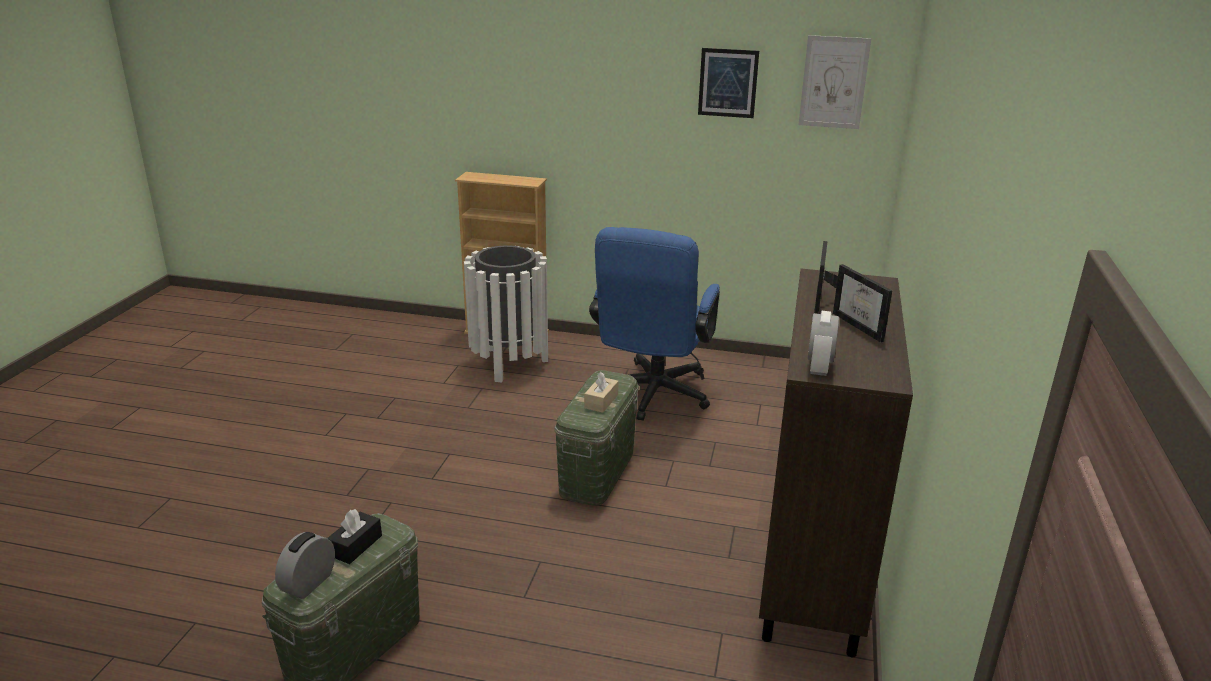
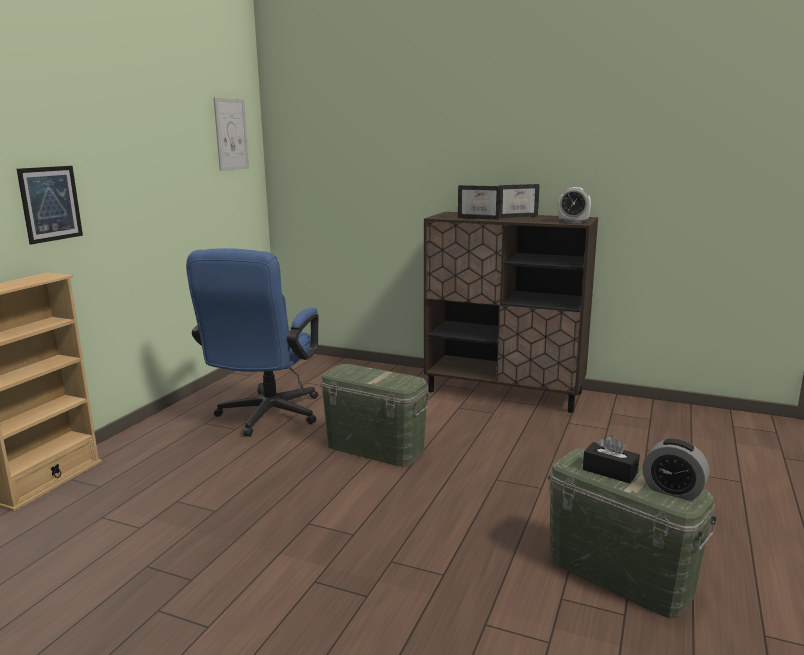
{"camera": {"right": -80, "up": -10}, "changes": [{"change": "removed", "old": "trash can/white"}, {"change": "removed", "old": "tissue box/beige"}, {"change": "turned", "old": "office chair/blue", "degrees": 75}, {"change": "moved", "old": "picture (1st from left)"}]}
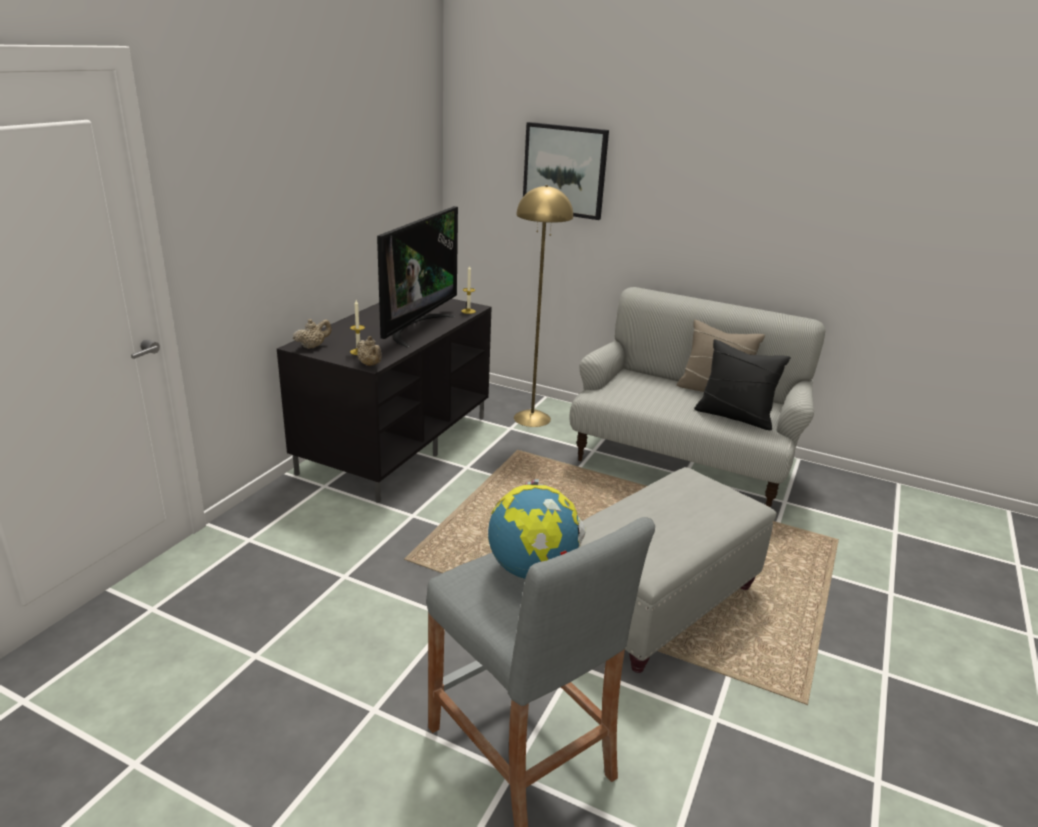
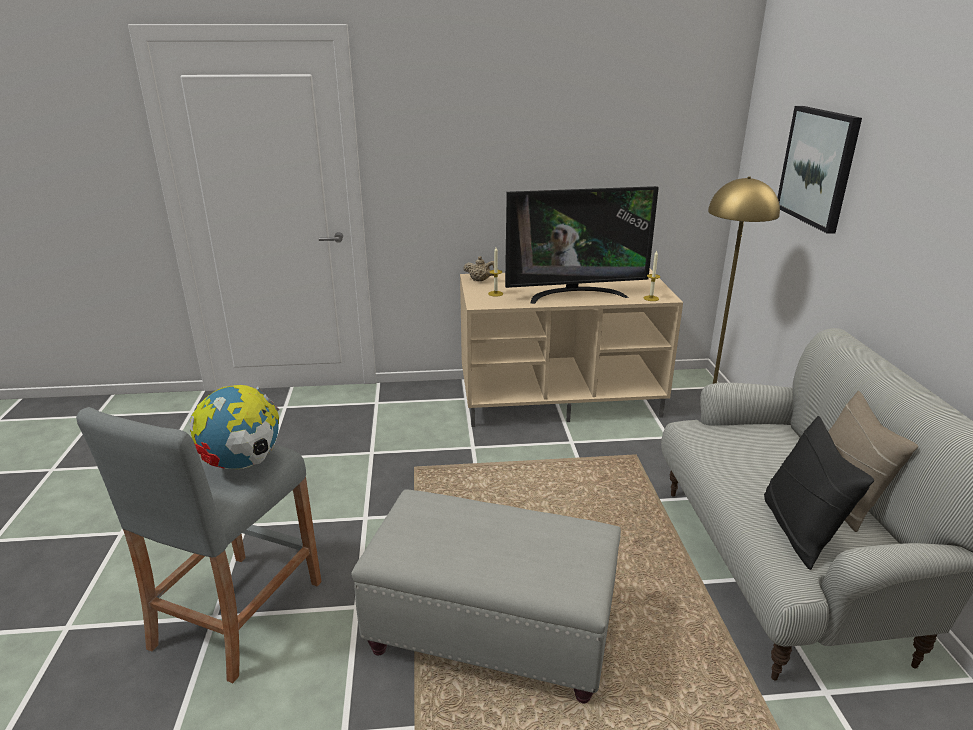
{"camera": {"right": 60, "up": 0}, "changes": [{"change": "recoloured", "old": "tv stand/black", "new": "tv stand/beige"}, {"change": "removed", "old": "teapot/beige (2nd from left)"}]}
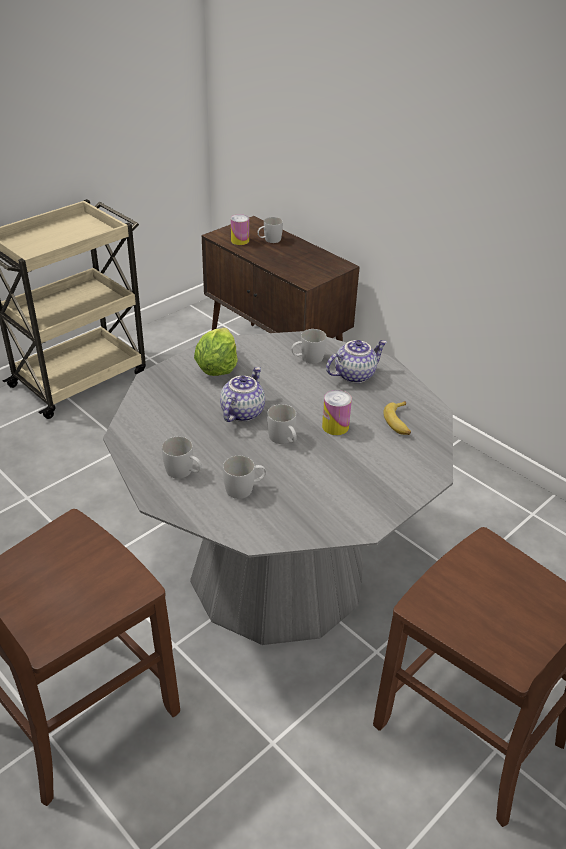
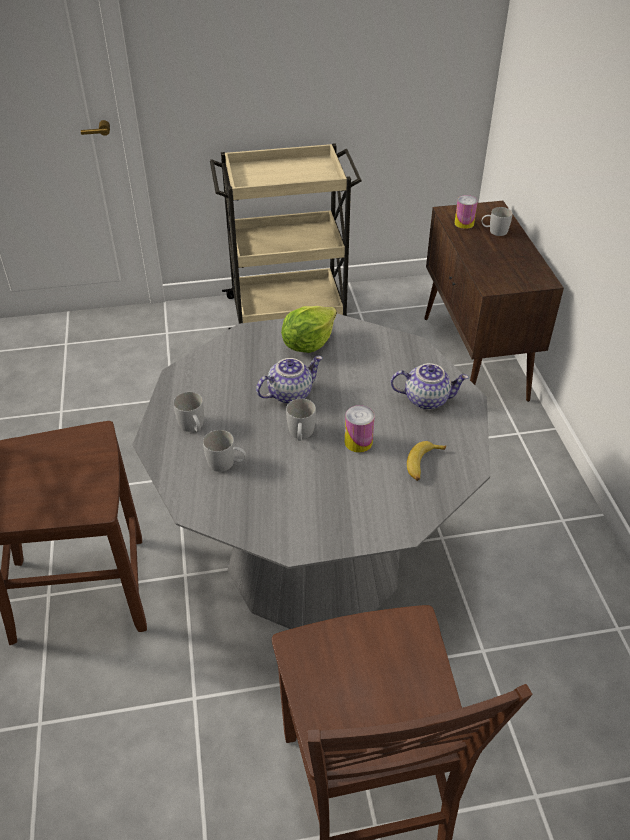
{"camera": {"right": 35, "up": 5}, "changes": [{"change": "removed", "old": "mug/white (5th from left)"}]}
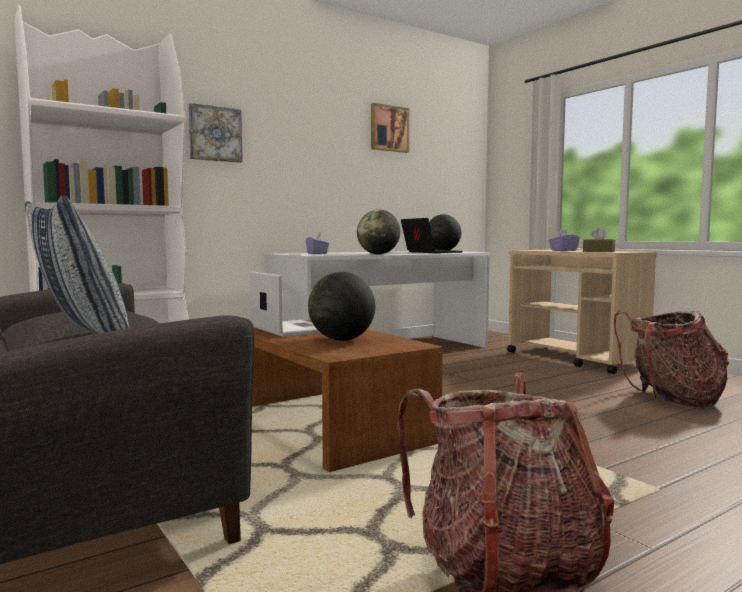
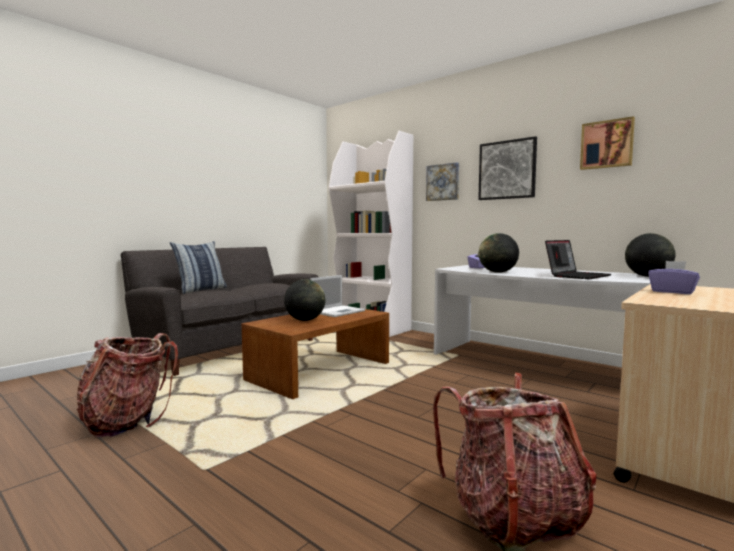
{"camera": {"right": 75, "up": 0}, "changes": [{"change": "removed", "old": "tissue box/brown"}, {"change": "added", "new": "picture (2nd from left)"}]}
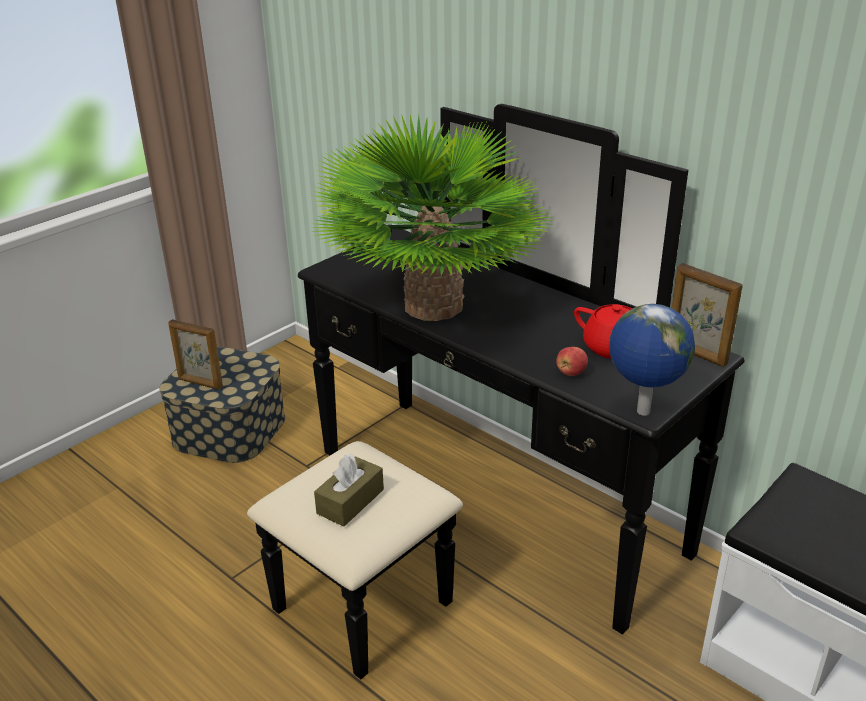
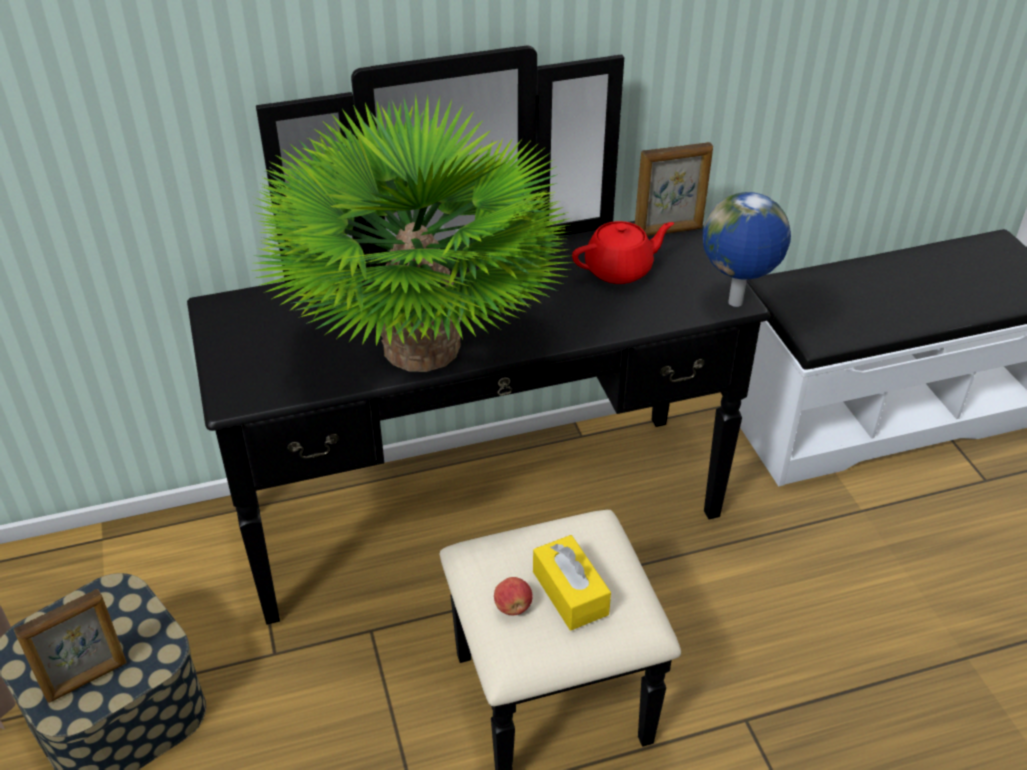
{"camera": {"right": -60, "up": 10}, "changes": [{"change": "recoloured", "old": "tissue box/brown", "new": "tissue box/yellow"}, {"change": "moved", "old": "apple"}]}
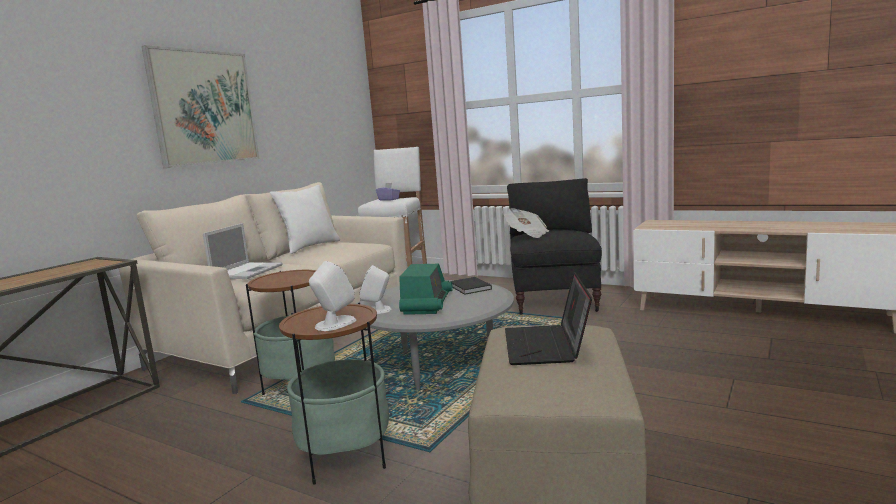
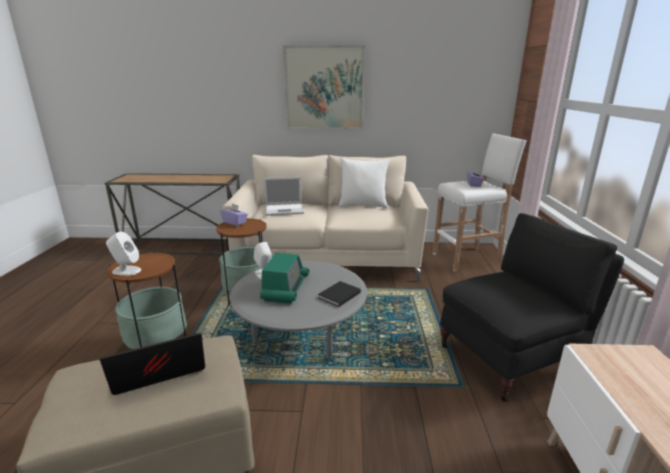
{"camera": {"right": 60, "up": 10}, "changes": [{"change": "turned", "old": "radio", "degrees": -60}, {"change": "removed", "old": "newspaper"}, {"change": "added", "new": "tissue box/purple (1st from left)"}]}
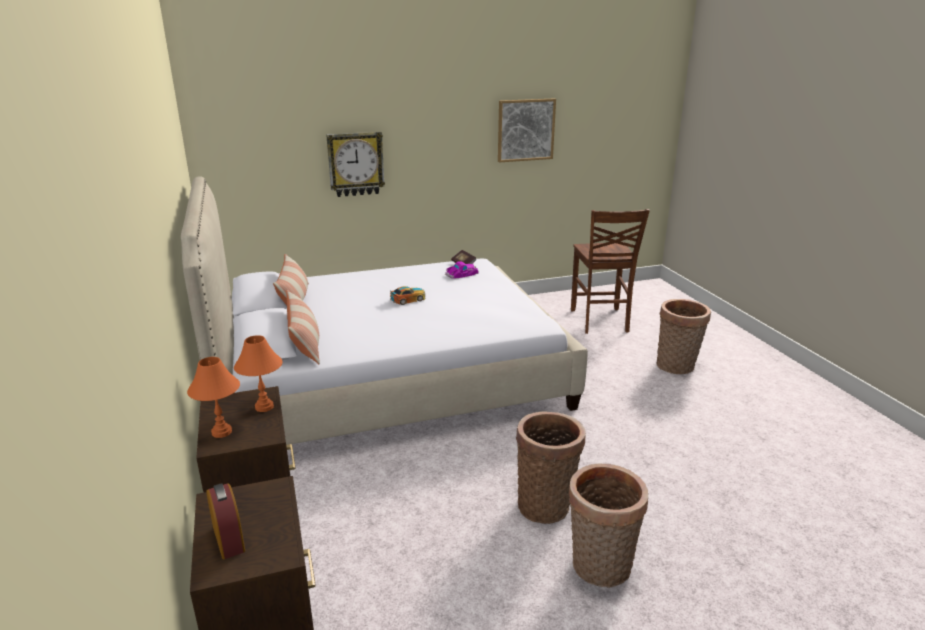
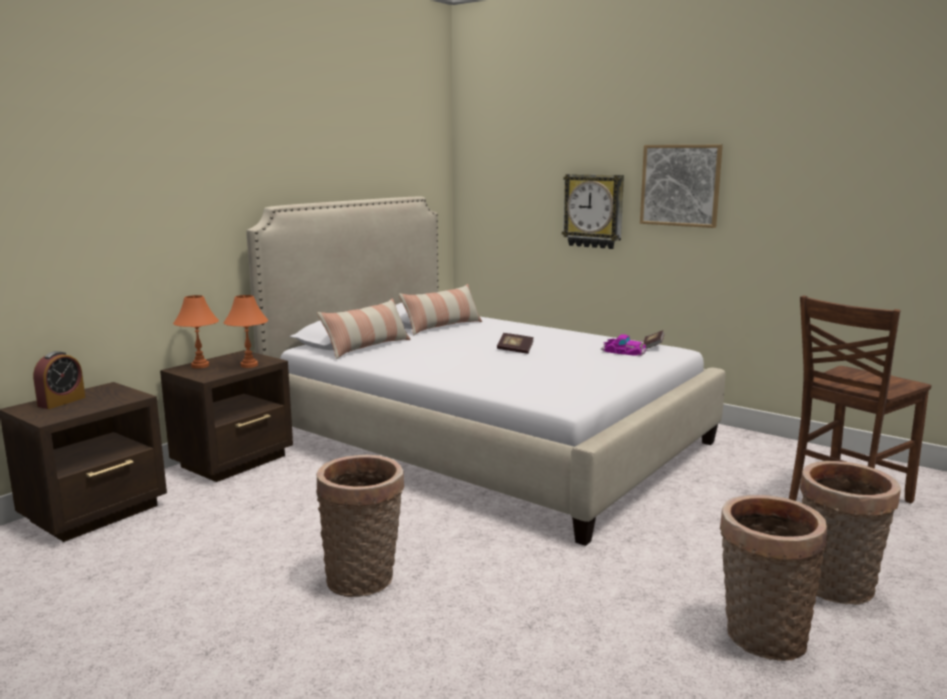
{"camera": {"right": 55, "up": -10}, "changes": [{"change": "replaced", "old": "toy car (1st from left)", "new": "book (1st from left)"}, {"change": "moved", "old": "picture"}, {"change": "moved", "old": "basket (2nd from left)"}]}
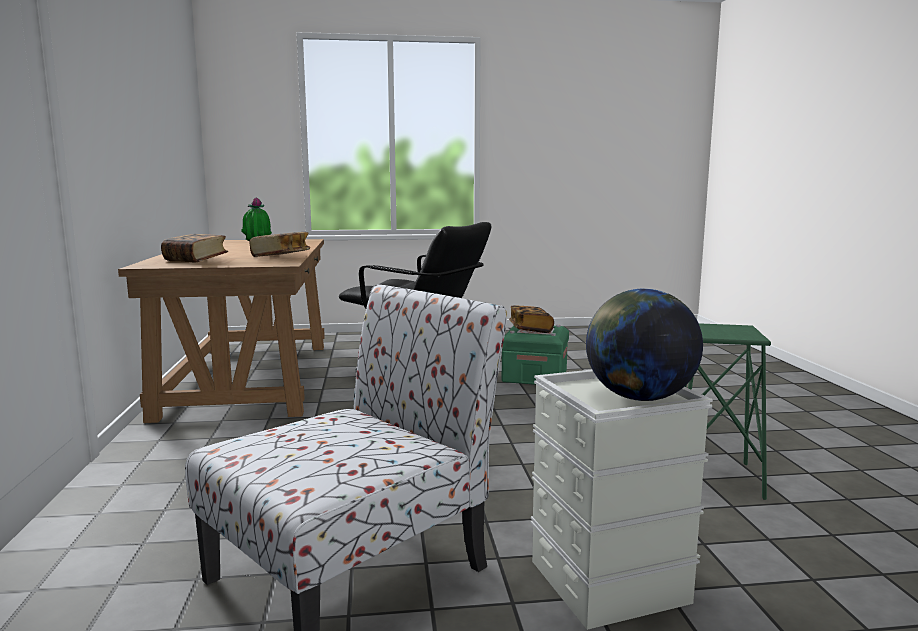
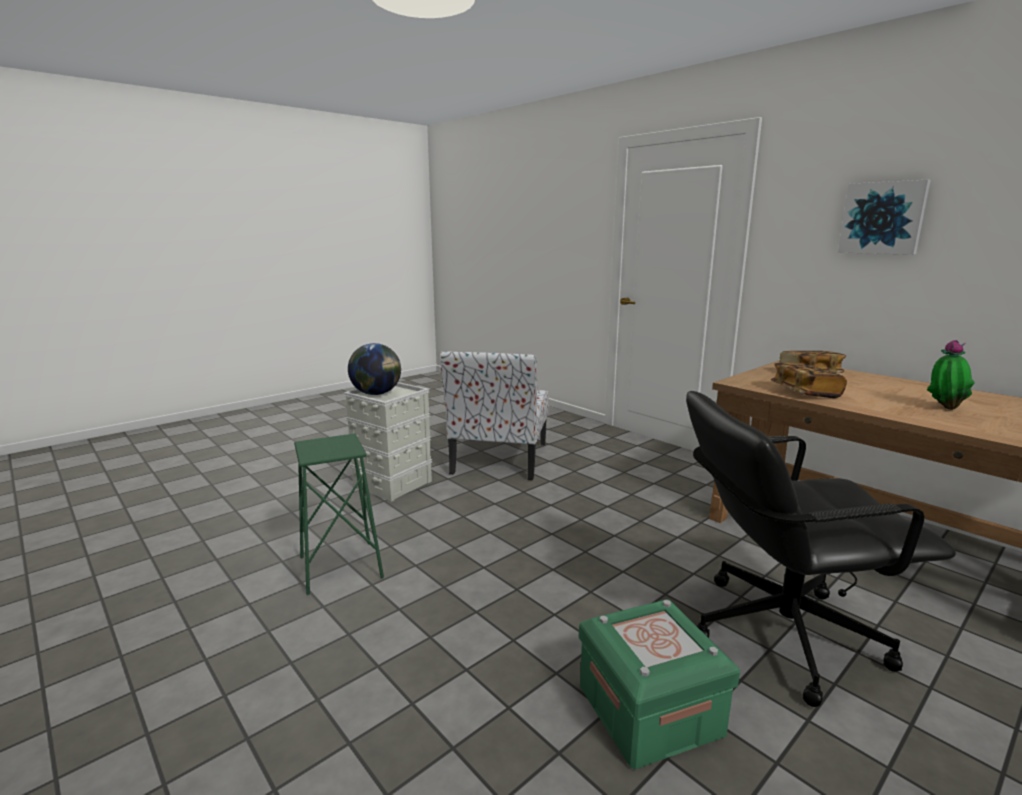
{"camera": {"right": 145, "up": 5}, "changes": [{"change": "removed", "old": "book (3rd from left)"}, {"change": "added", "new": "picture"}]}
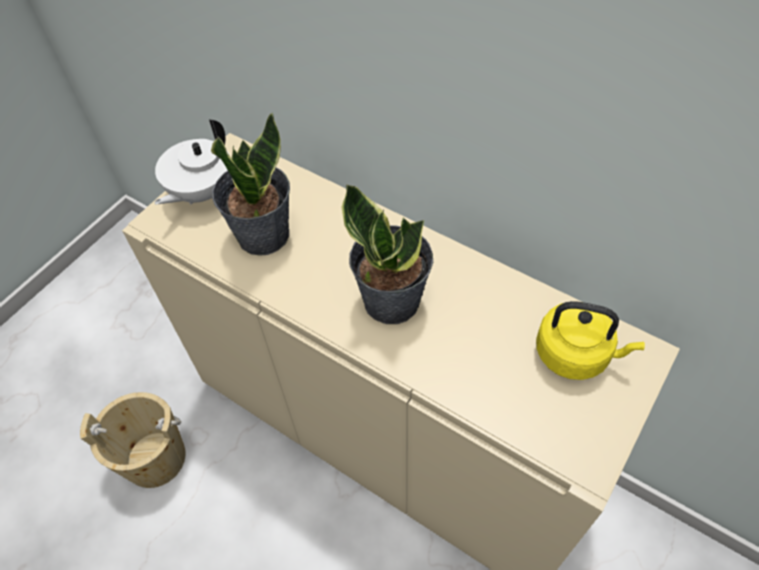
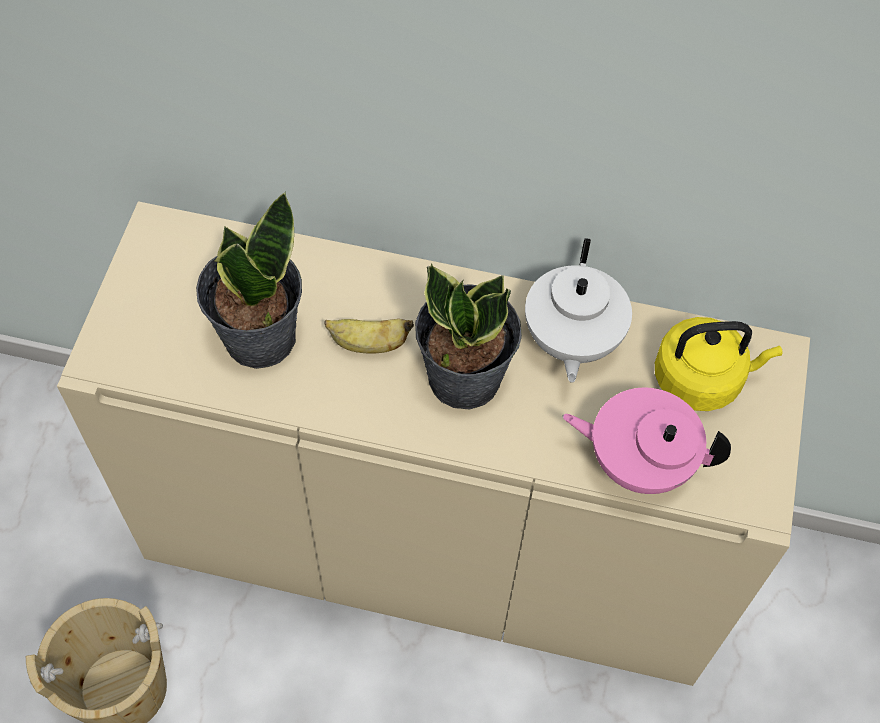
{"camera": {"right": -25, "up": 5}, "changes": [{"change": "moved", "old": "teapot/white"}, {"change": "added", "new": "banana"}, {"change": "added", "new": "teapot/pink"}]}
